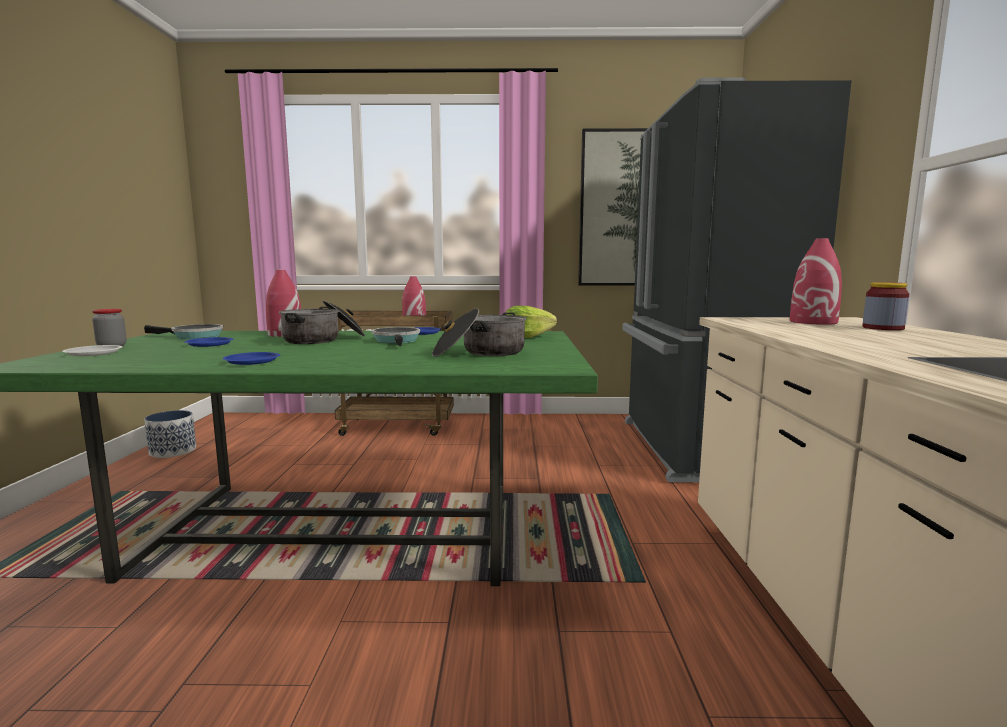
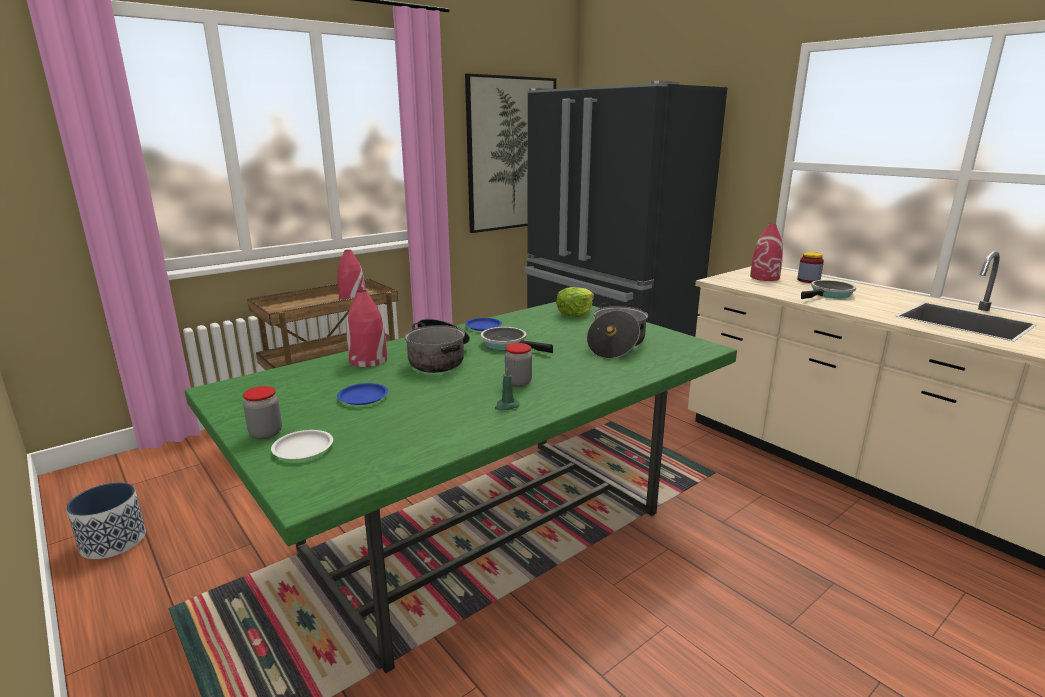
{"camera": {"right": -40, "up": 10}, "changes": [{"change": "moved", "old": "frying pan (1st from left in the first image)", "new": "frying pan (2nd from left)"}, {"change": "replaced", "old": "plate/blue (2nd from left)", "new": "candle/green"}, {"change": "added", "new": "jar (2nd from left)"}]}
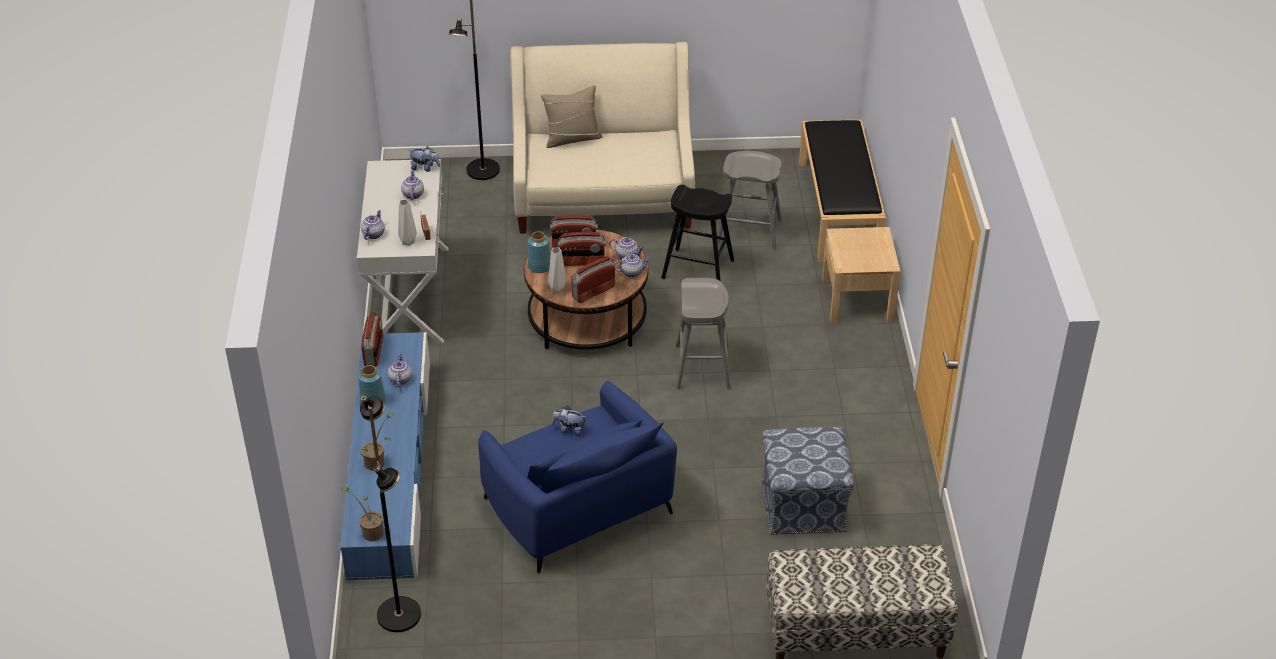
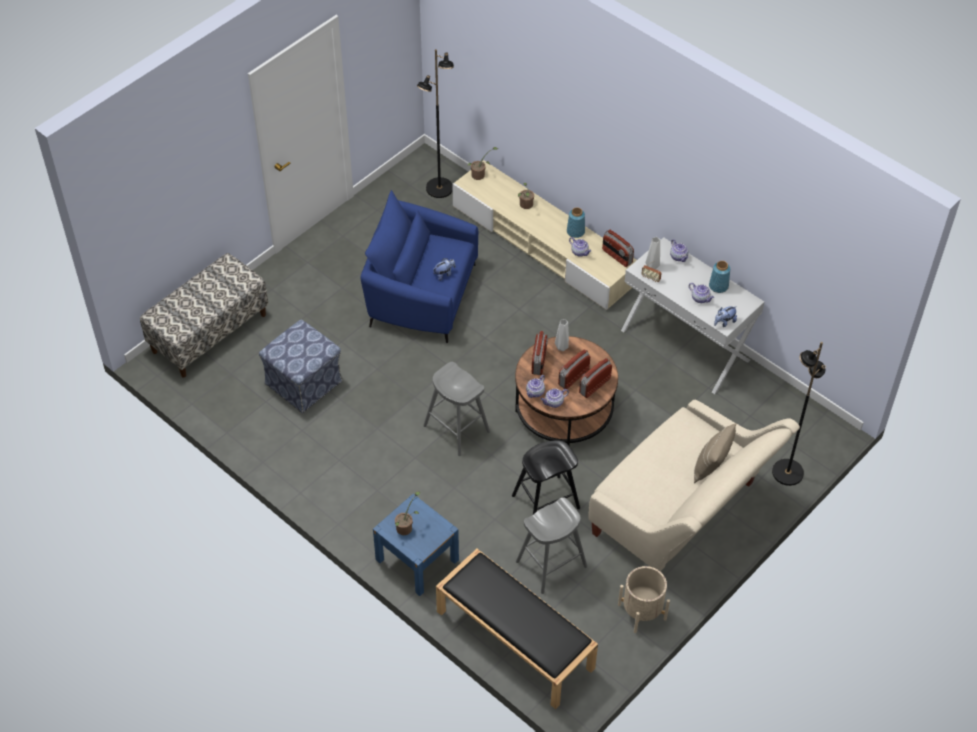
{"camera": {"right": 135, "up": 10}, "changes": [{"change": "recoloured", "old": "tv stand/blue", "new": "tv stand/beige"}, {"change": "moved", "old": "vase/blue (2nd from left)"}, {"change": "recoloured", "old": "nightstand/beige", "new": "nightstand/blue"}, {"change": "added", "new": "potted plant (1st from left)"}, {"change": "added", "new": "planter/beige"}]}
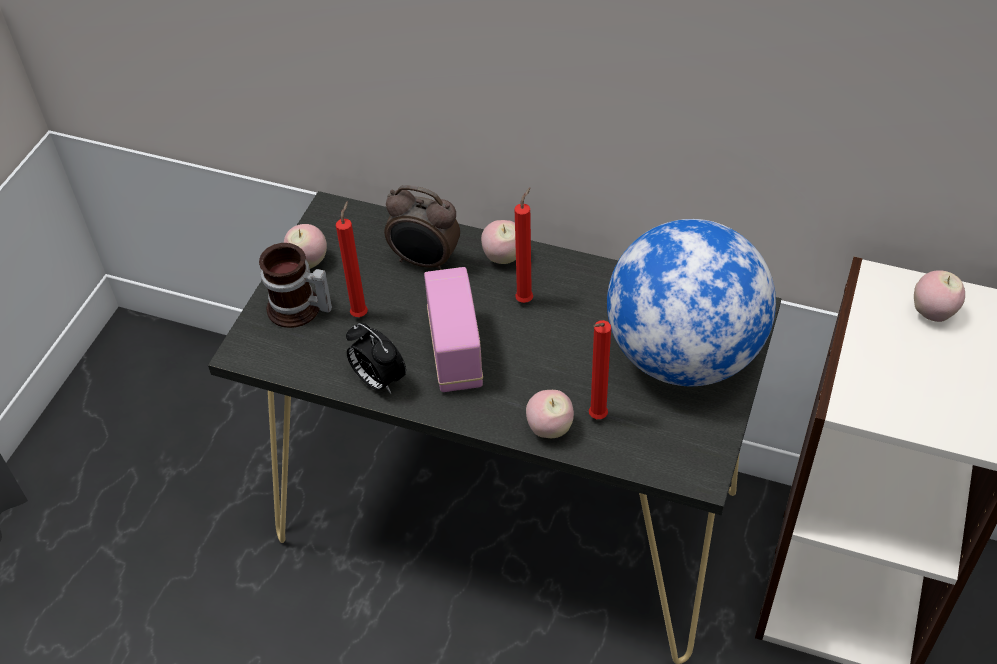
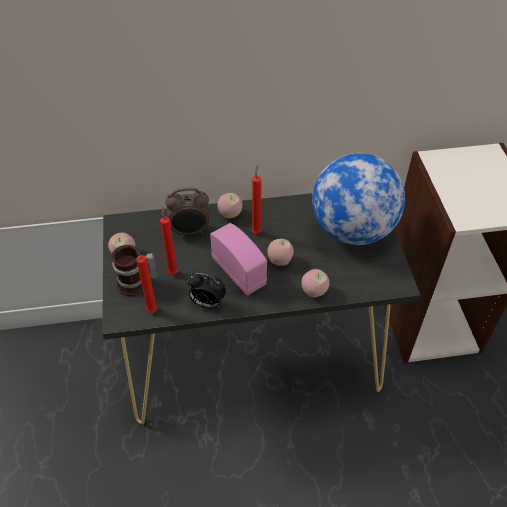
{"camera": {"right": -30, "up": 0}, "changes": [{"change": "moved", "old": "candle/red (3rd from left in the first image)", "new": "candle/red (1st from left)"}, {"change": "moved", "old": "apple (4th from left in the first image)", "new": "apple (3rd from left)"}]}
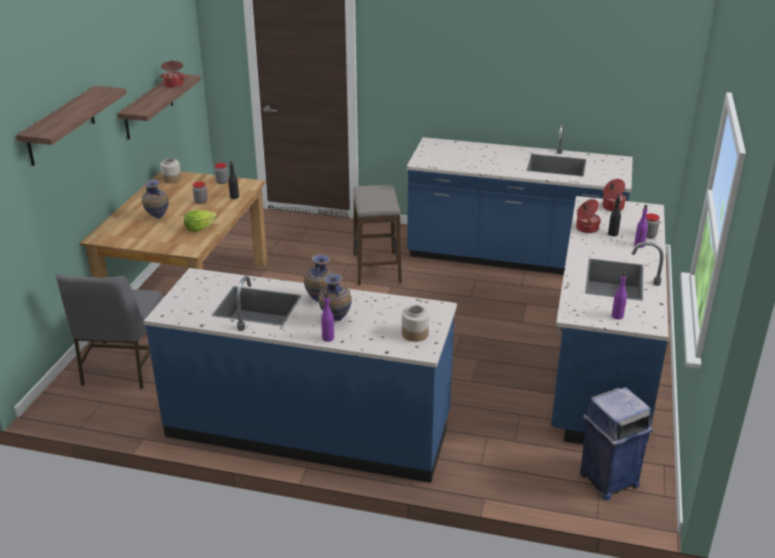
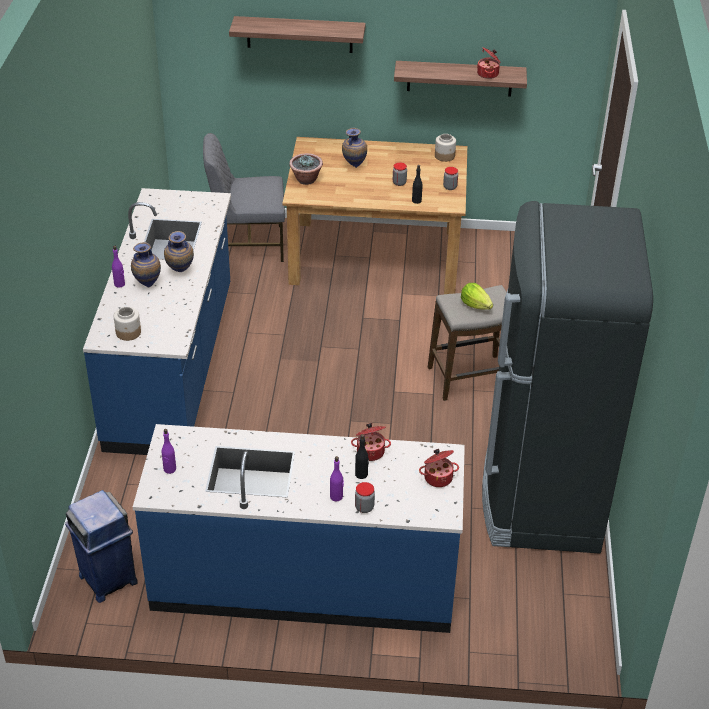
{"camera": {"right": 80, "up": 10}, "changes": [{"change": "moved", "old": "lettuce"}, {"change": "replaced", "old": "counter/blue (2nd from left)", "new": "fridge/black"}, {"change": "added", "new": "potted plant"}]}
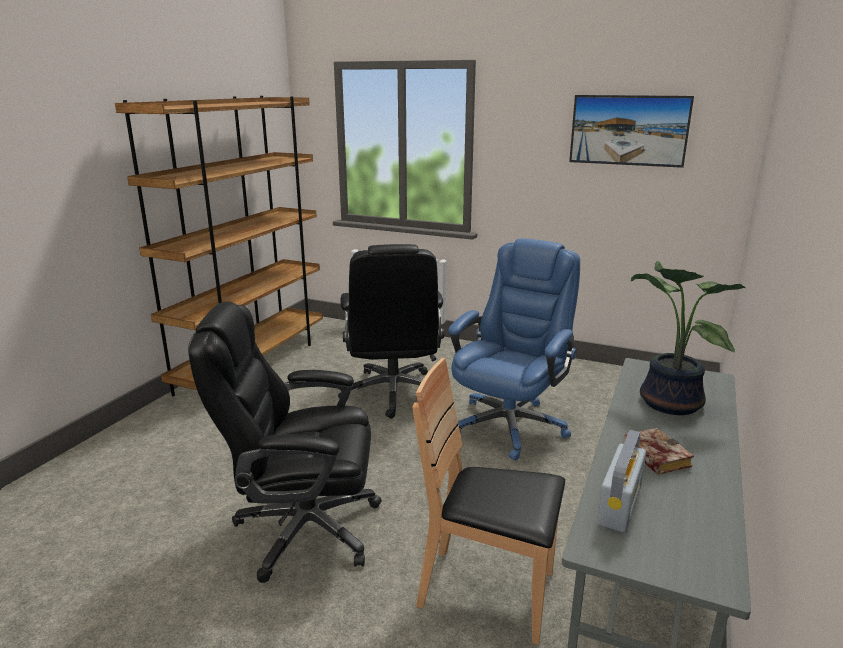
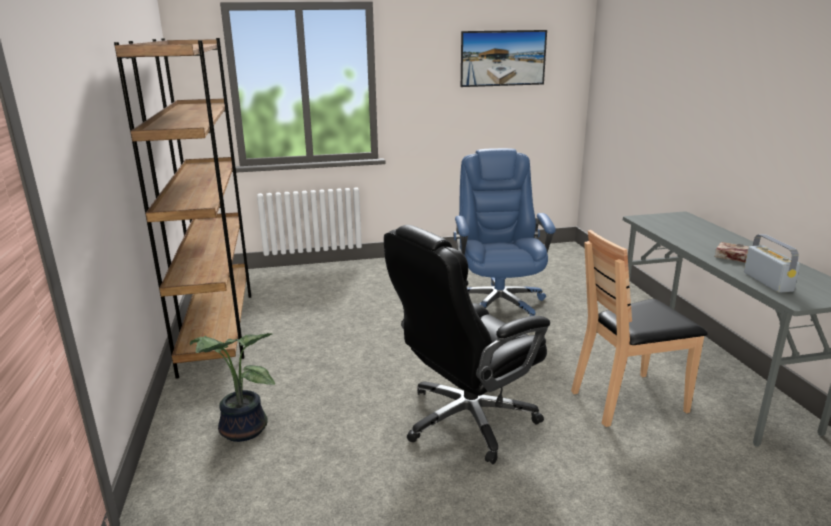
{"camera": {"right": -35, "up": 0}, "changes": [{"change": "removed", "old": "office chair/black (2nd from left)"}, {"change": "moved", "old": "potted plant"}]}
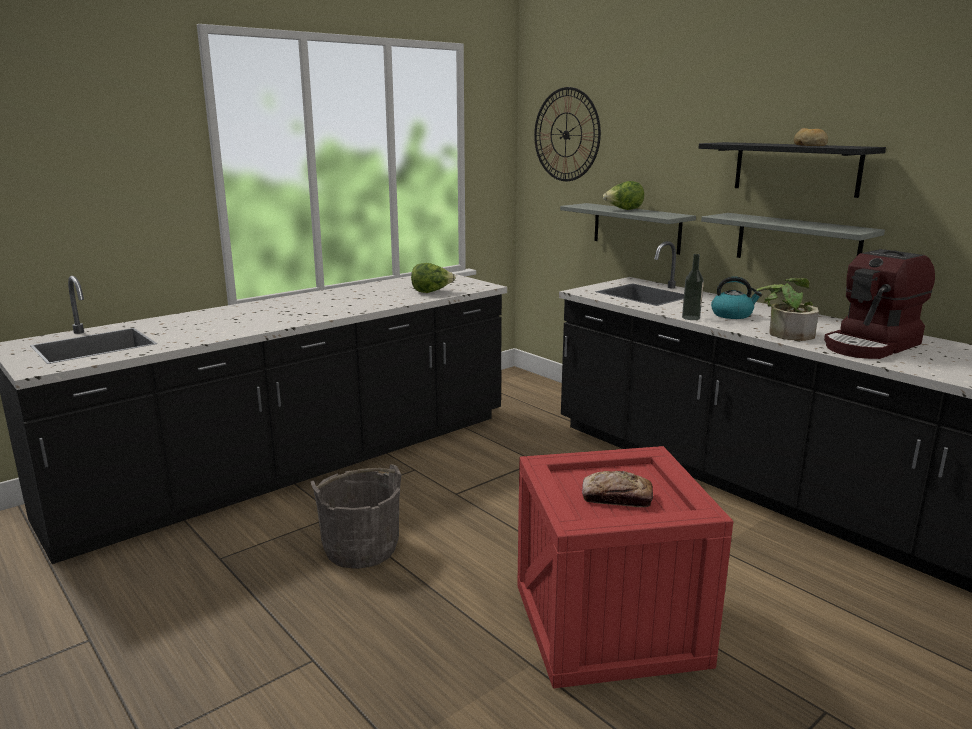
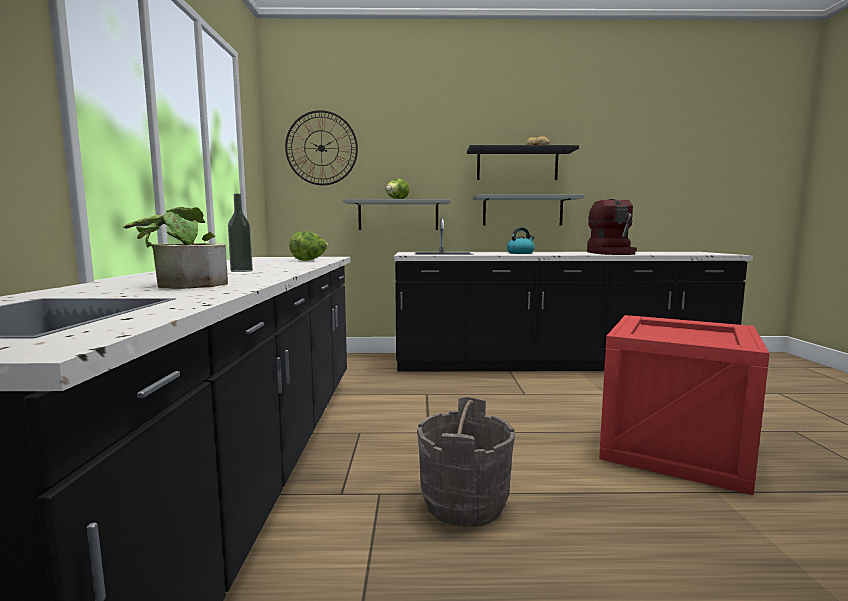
{"camera": {"right": -50, "up": -10}, "changes": [{"change": "removed", "old": "bread (1st from left)"}, {"change": "moved", "old": "bottle"}, {"change": "moved", "old": "potted plant"}]}
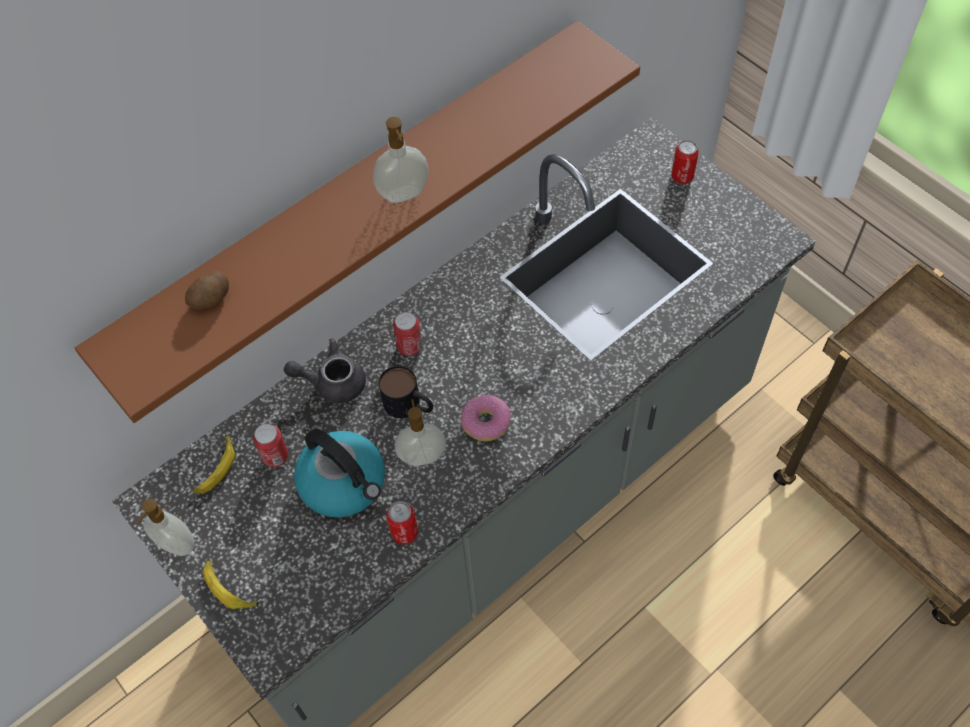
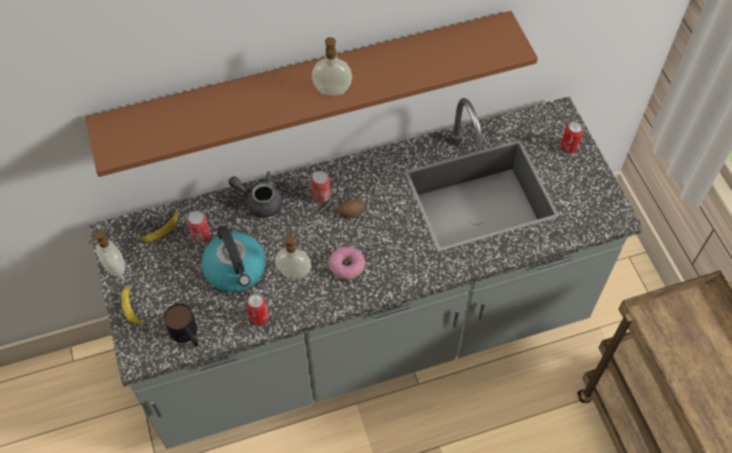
{"camera": {"right": 20, "up": 0}, "changes": [{"change": "moved", "old": "potato"}, {"change": "moved", "old": "mug"}]}
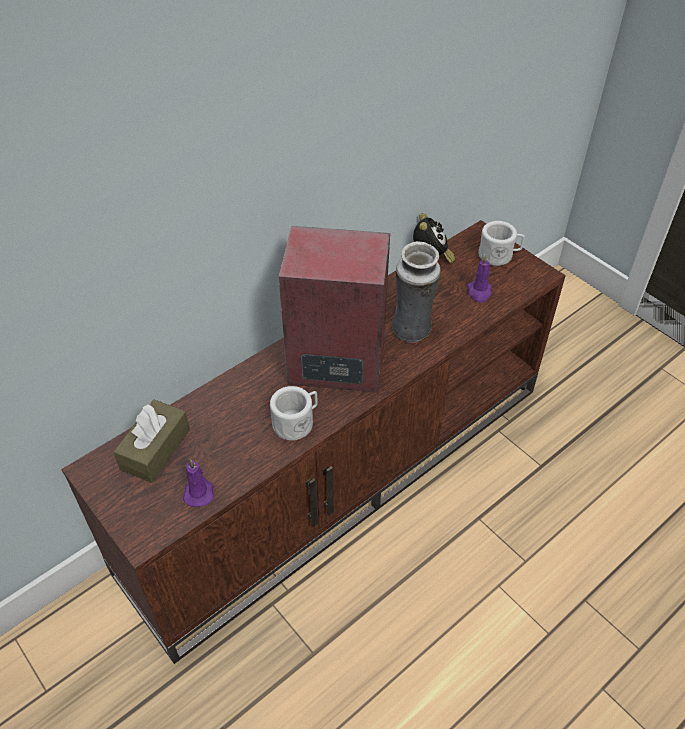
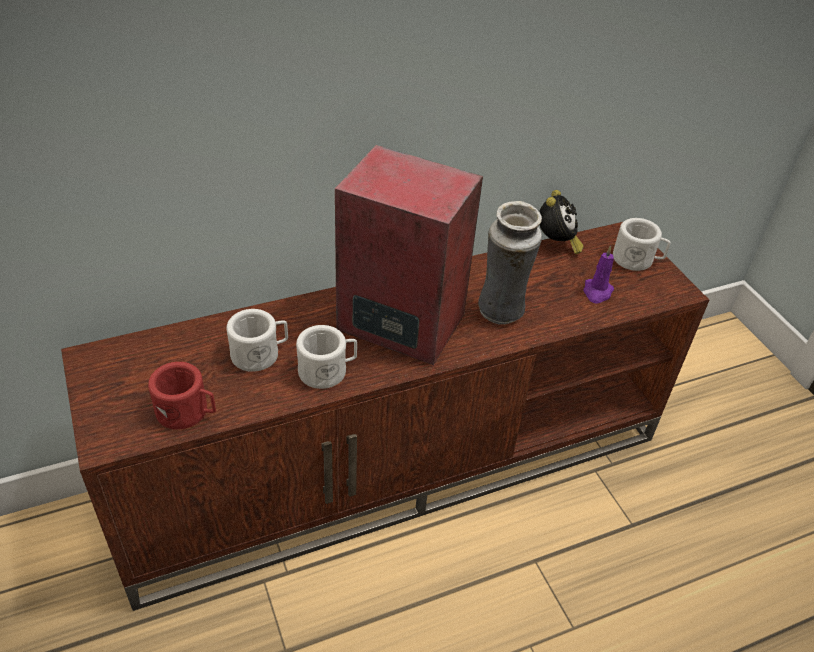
{"camera": {"right": 15, "up": -5}, "changes": [{"change": "removed", "old": "tissue box/brown"}, {"change": "replaced", "old": "candle/purple (1st from left)", "new": "mug/red"}, {"change": "added", "new": "mug/white (1st from left)"}]}
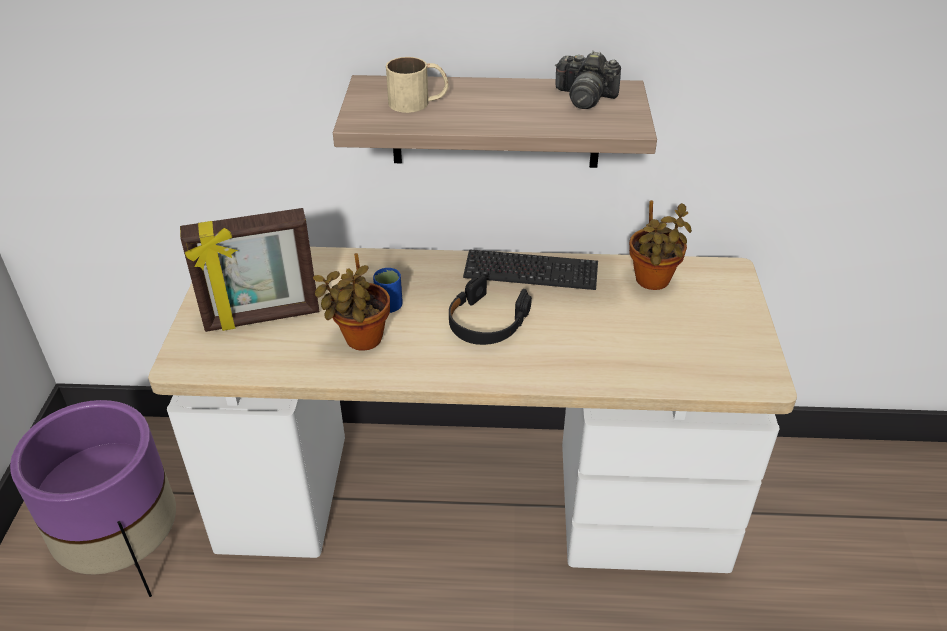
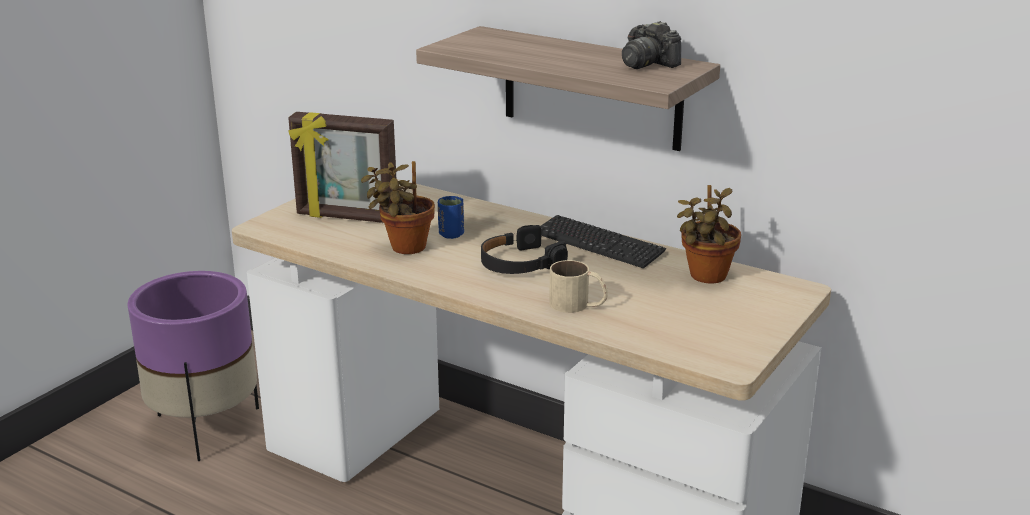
{"camera": {"right": 30, "up": -15}, "changes": [{"change": "moved", "old": "mug/beige"}]}
